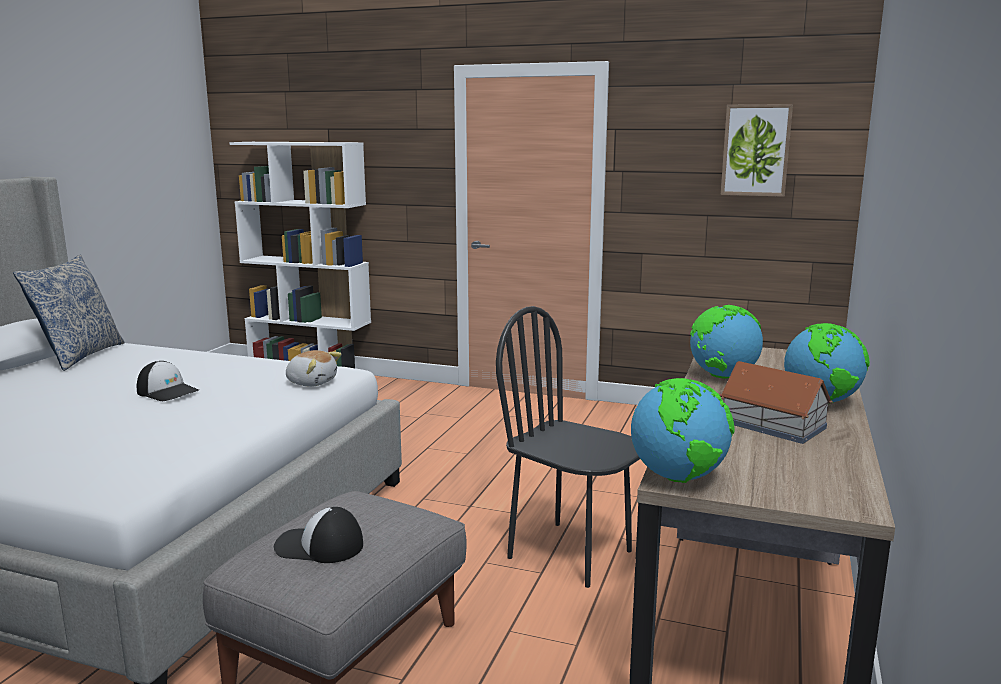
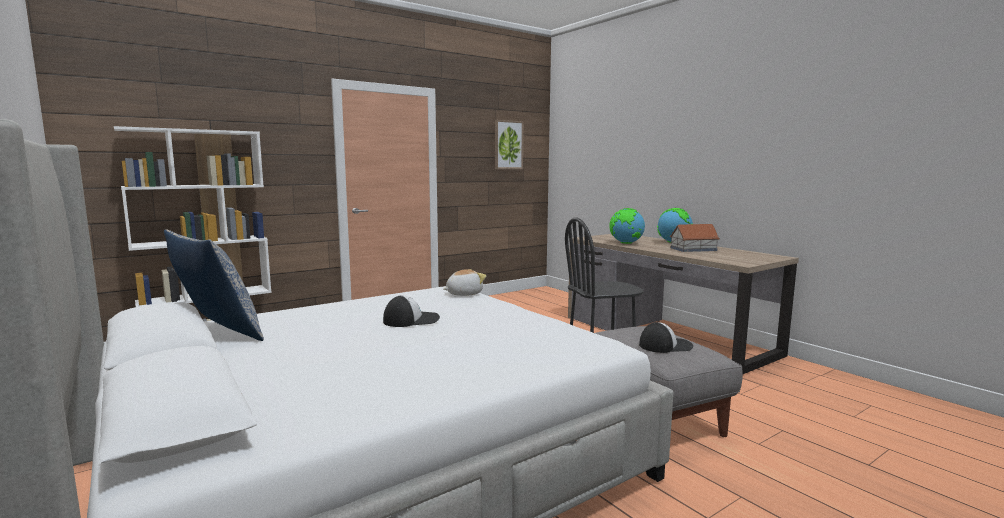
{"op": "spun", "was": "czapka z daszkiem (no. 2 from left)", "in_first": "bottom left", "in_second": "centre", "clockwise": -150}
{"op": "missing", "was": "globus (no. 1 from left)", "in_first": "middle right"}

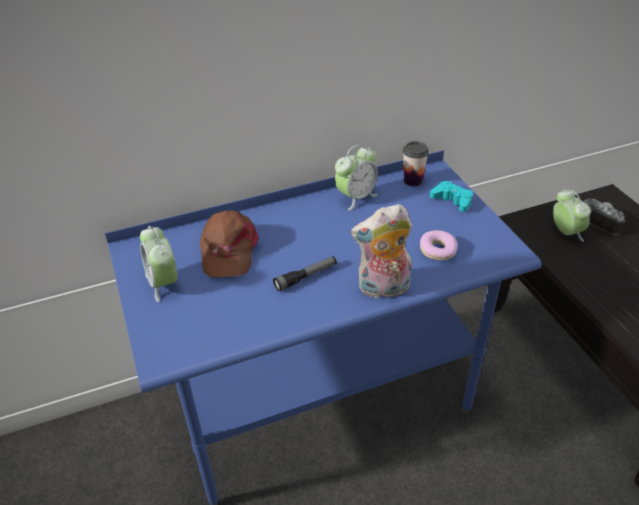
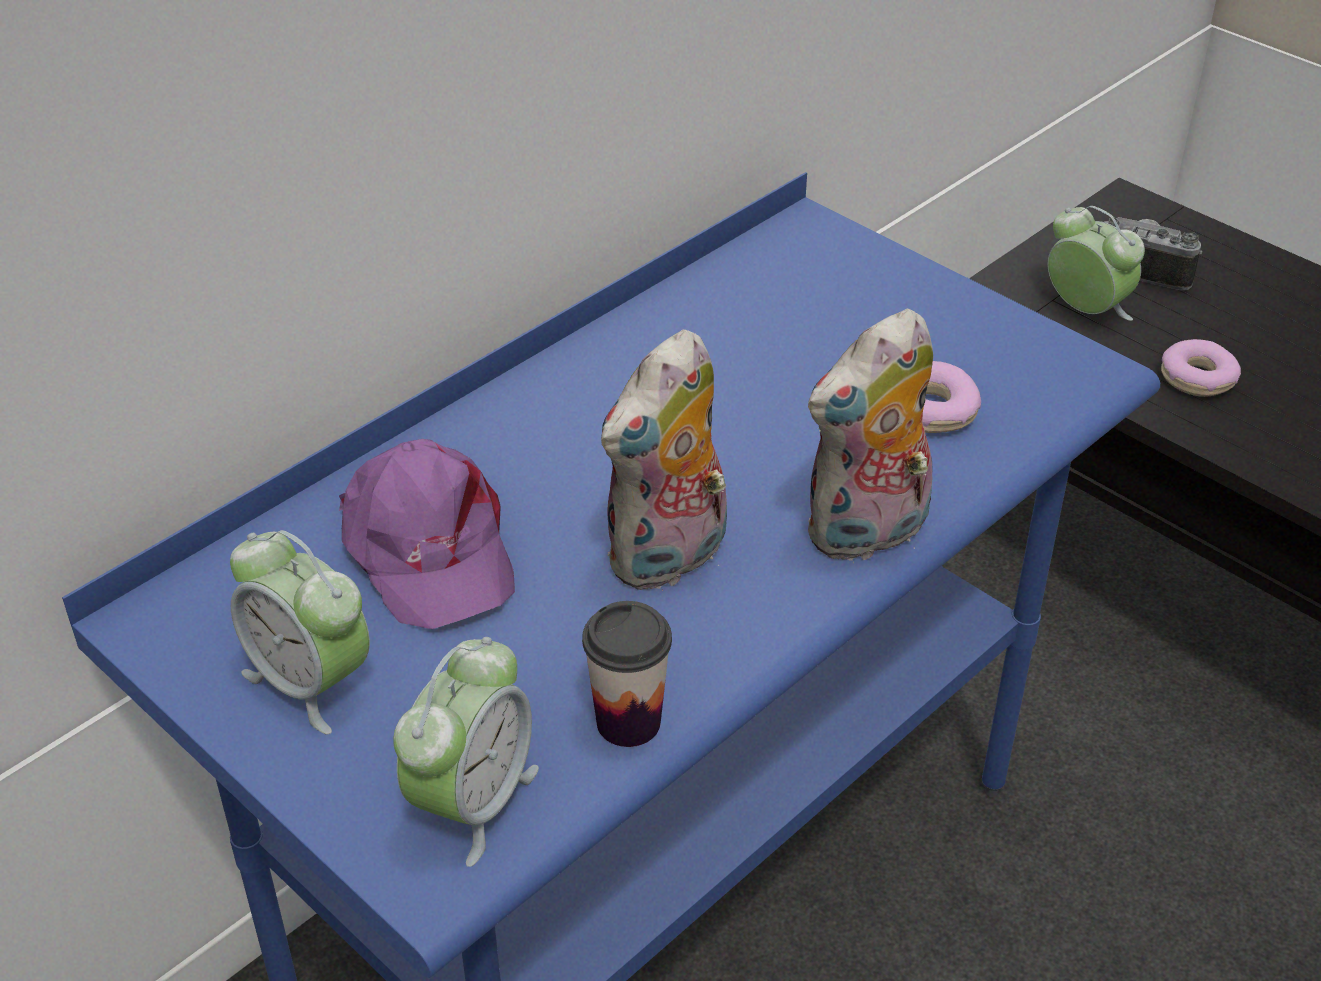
{"op": "colour", "was": "czapka z daszkiem [brązowy]", "now": "czapka z daszkiem [fioletowy]", "in_first": "centre", "in_second": "middle left"}
{"op": "exchanged", "was": "latarka", "now": "pluszak (no. 1 from left)", "in_first": "centre", "in_second": "centre"}
{"op": "relocated", "was": "budzik (no. 2 from left)", "in_first": "centre", "in_second": "bottom centre"}
{"op": "relocated", "was": "filiżanka", "in_first": "top centre", "in_second": "bottom centre"}
{"op": "missing", "was": "pad do gier [turkusowy]", "in_first": "middle right"}
{"op": "appeared", "now": "donut (no. 2 from left)", "in_second": "middle right"}

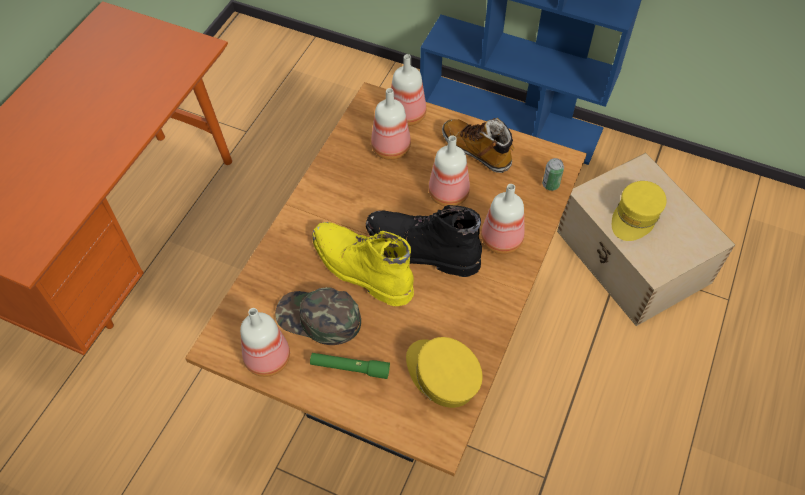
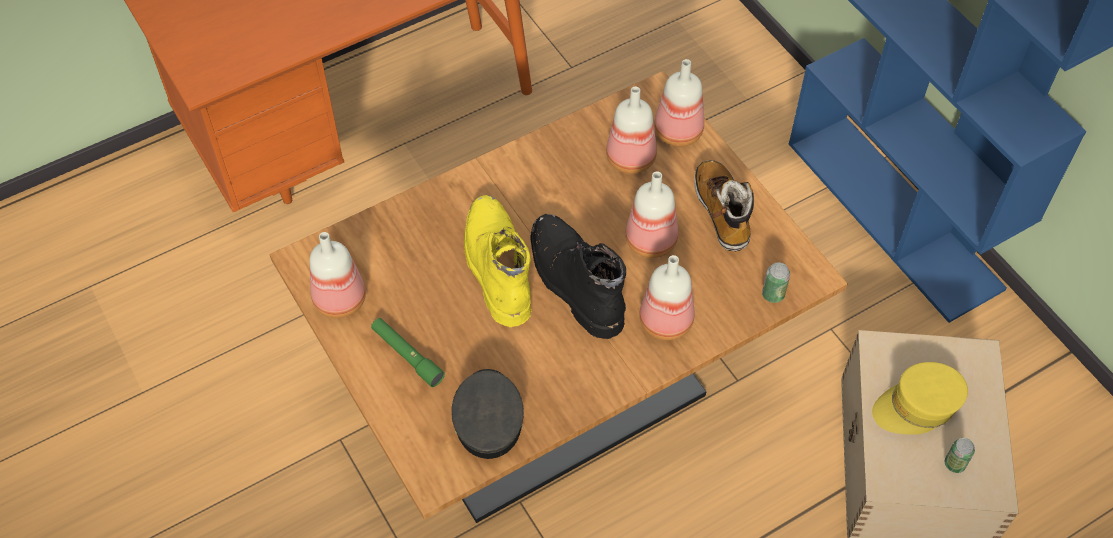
{"op": "missing", "was": "czapka z daszkiem [zielony]", "in_first": "centre"}
{"op": "colour", "was": "czapka z daszkiem [żółty] (no. 1 from left)", "now": "czapka z daszkiem [szary]", "in_first": "bottom centre", "in_second": "bottom centre"}
{"op": "appeared", "now": "puszka (no. 2 from left)", "in_second": "bottom right"}

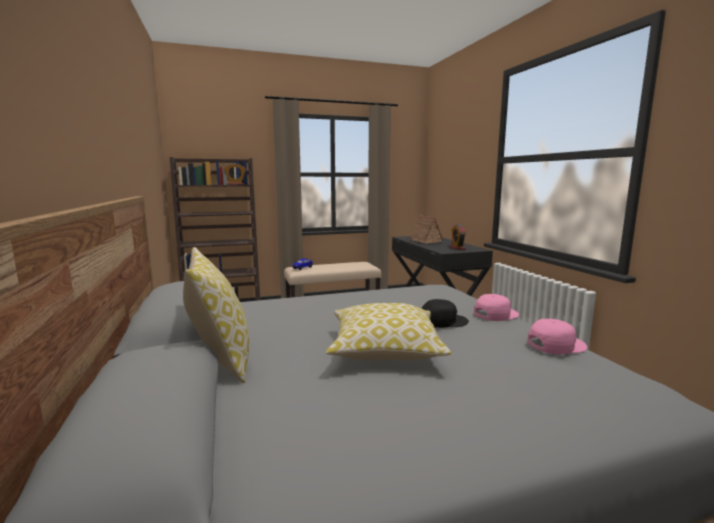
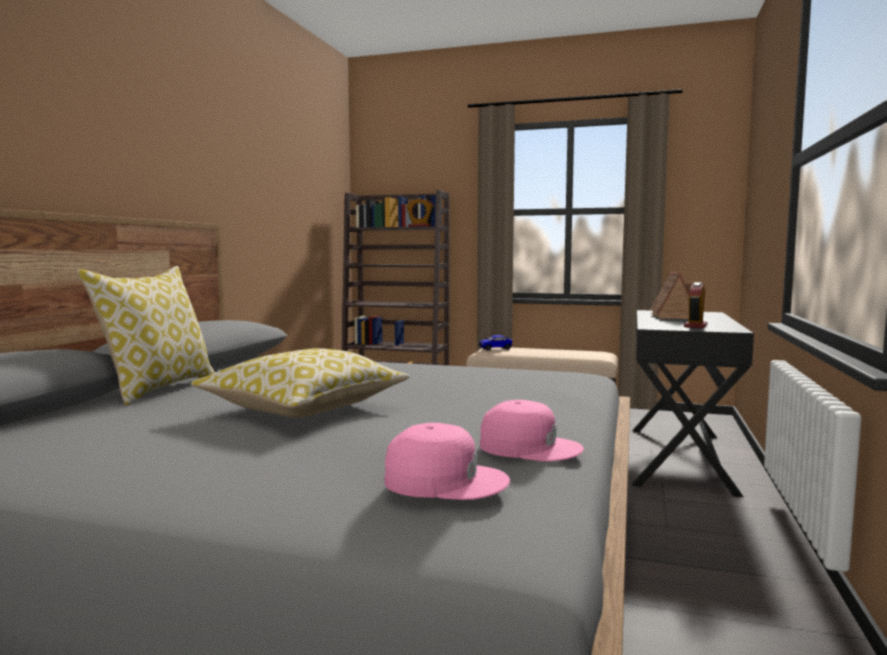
{"op": "missing", "was": "czapka z daszkiem [czarny]", "in_first": "centre"}
{"op": "relocated", "was": "czapka z daszkiem [różowy] (no. 1 from left)", "in_first": "middle right", "in_second": "bottom centre"}

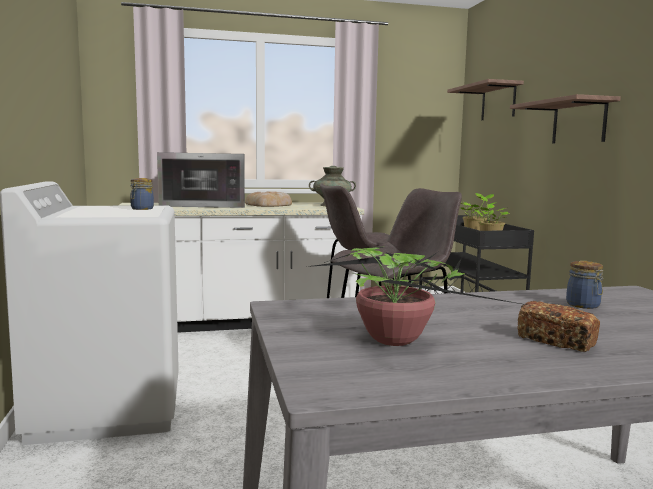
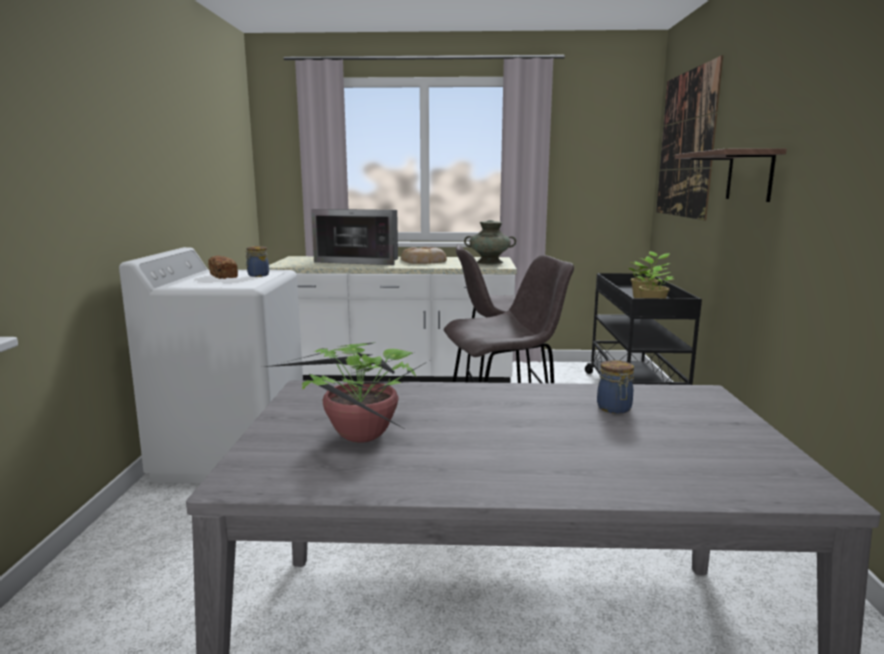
{"op": "exchanged", "was": "półka (no. 1 from left)", "now": "obraz", "in_first": "top right", "in_second": "top right"}
{"op": "relocated", "was": "chleb (no. 2 from left in the first image)", "now": "chleb (no. 1 from left)", "in_first": "bottom right", "in_second": "middle left"}

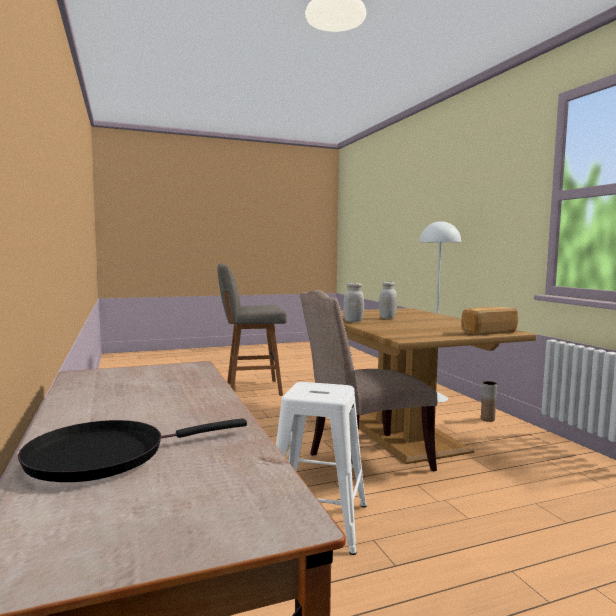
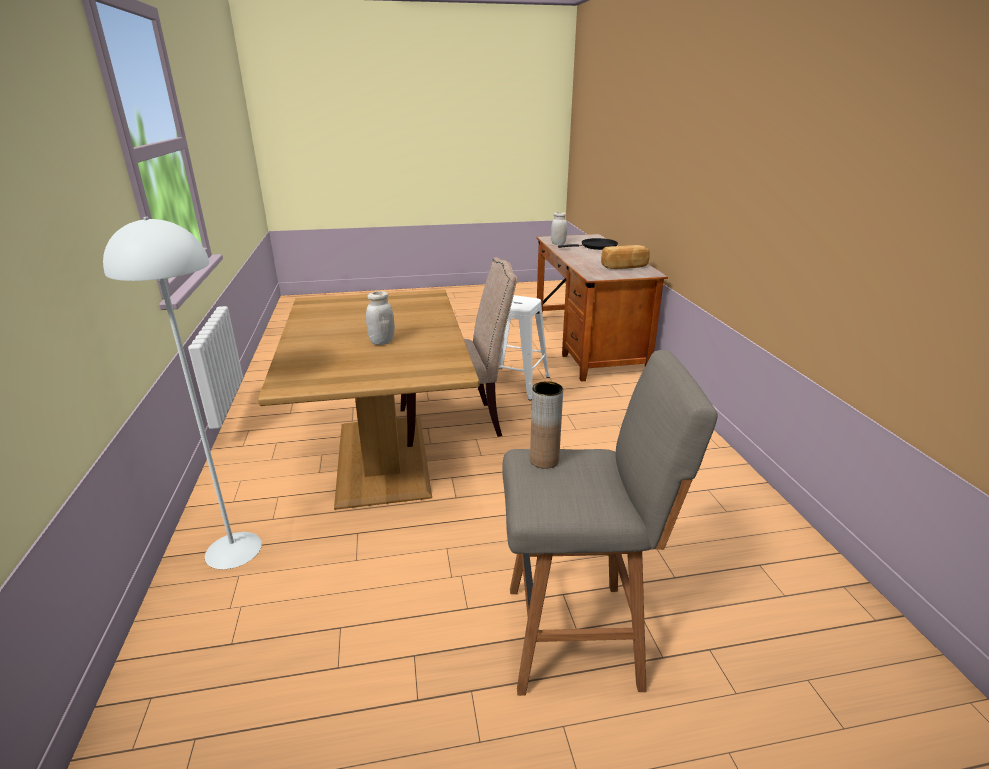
{"op": "relocated", "was": "słoik [biały] (no. 1 from left in the first image)", "now": "słoik [biały] (no. 2 from left)", "in_first": "centre", "in_second": "top centre"}
{"op": "relocated", "was": "chleb", "in_first": "middle right", "in_second": "centre"}
{"op": "relocated", "was": "wazon [brązowy]", "in_first": "middle right", "in_second": "centre"}

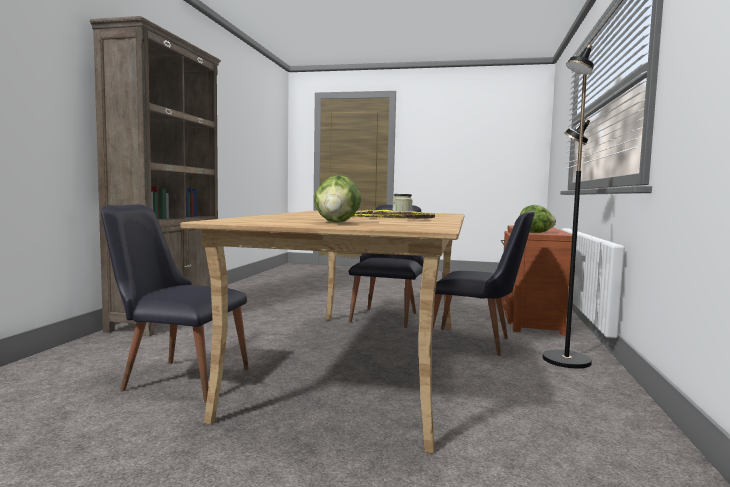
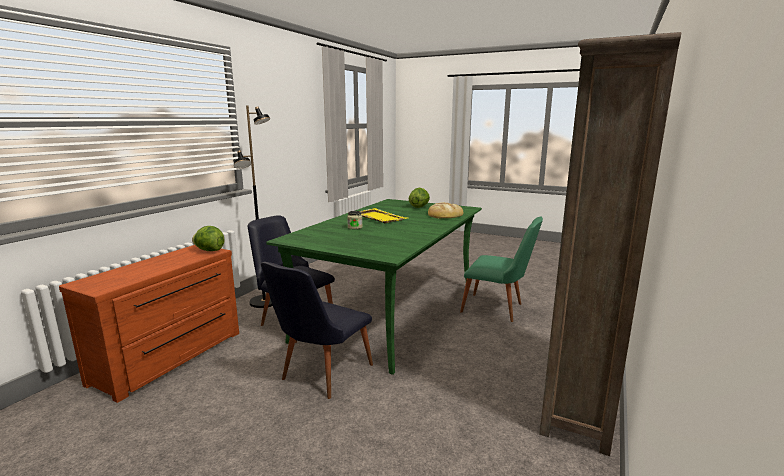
{"op": "colour", "was": "krzesło [czarny] (no. 1 from left)", "now": "krzesło [zielony]", "in_first": "middle left", "in_second": "centre"}
{"op": "colour", "was": "stół jadalny [beżowy]", "now": "stół jadalny [zielony]", "in_first": "bottom centre", "in_second": "centre"}
{"op": "appeared", "now": "chleb", "in_second": "centre"}

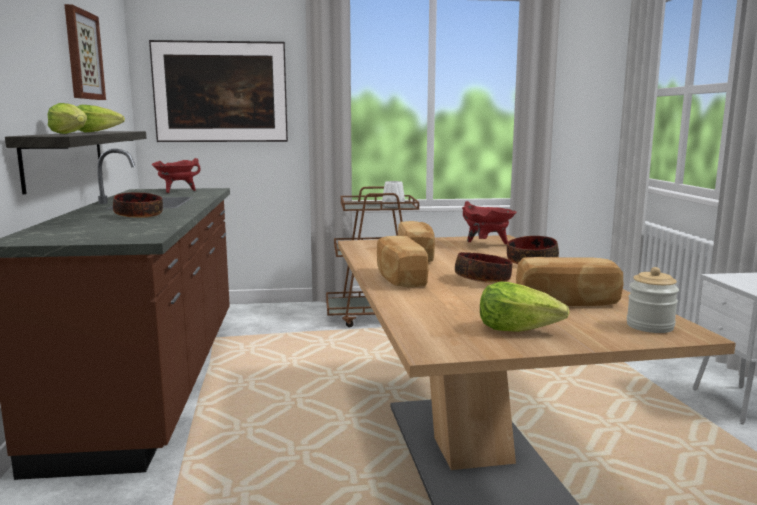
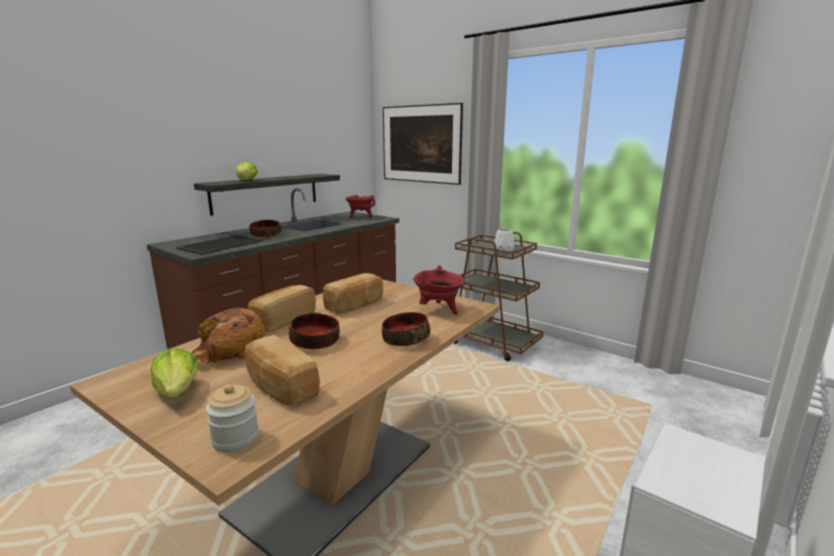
{"op": "missing", "was": "obraz (no. 1 from left)", "in_first": "top left"}
{"op": "missing", "was": "sałata (no. 2 from left)", "in_first": "top left"}
{"op": "appeared", "now": "taca", "in_second": "middle left"}
{"op": "appeared", "now": "chleb (no. 1 from left)", "in_second": "middle left"}

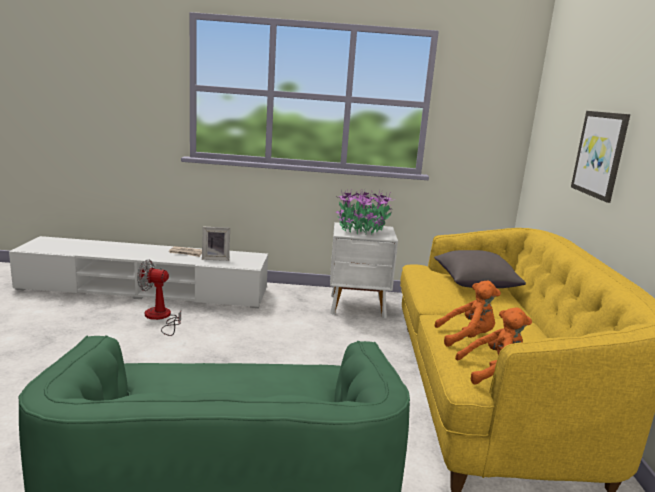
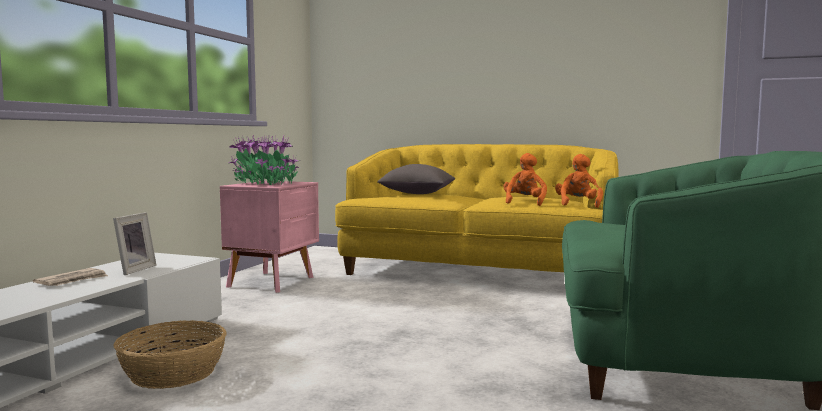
{"op": "exchanged", "was": "wentylator", "now": "koszyk", "in_first": "middle left", "in_second": "bottom left"}
{"op": "colour", "was": "szafka nocna [biały]", "now": "szafka nocna [różowy]", "in_first": "centre", "in_second": "middle left"}
{"op": "missing", "was": "obraz", "in_first": "top right"}

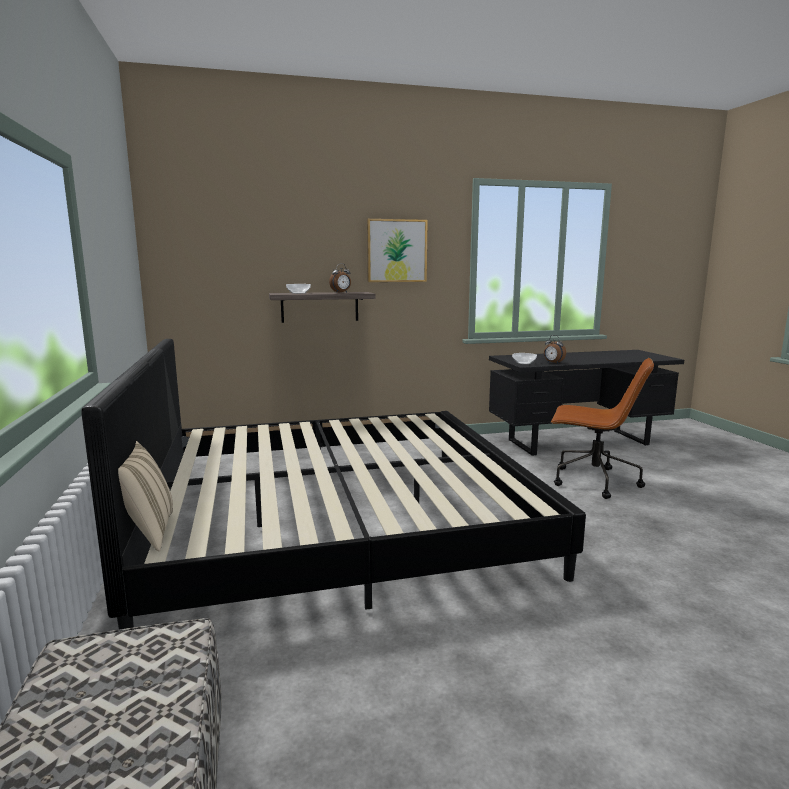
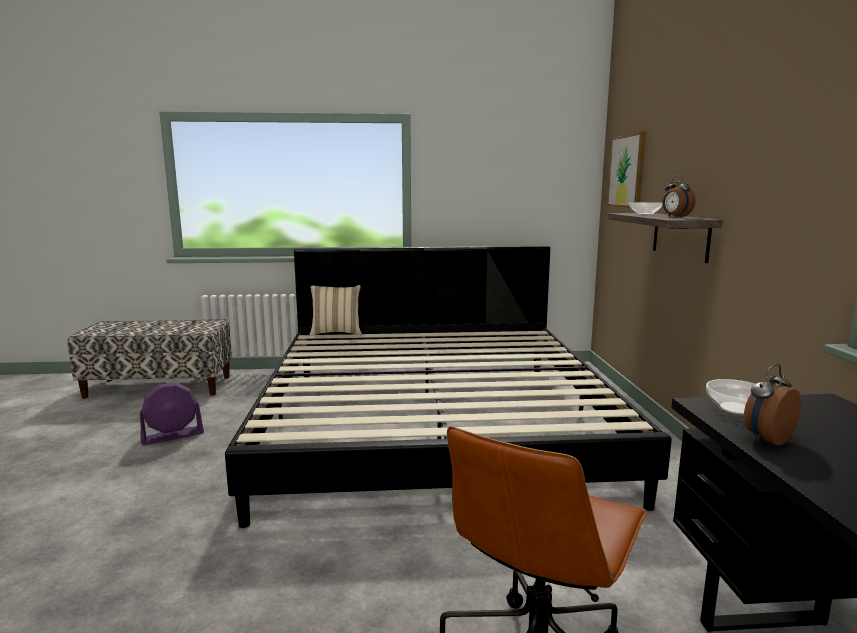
{"op": "relocated", "was": "obraz", "in_first": "top centre", "in_second": "top right"}
{"op": "appeared", "now": "wentylator [fioletowy]", "in_second": "middle left"}

